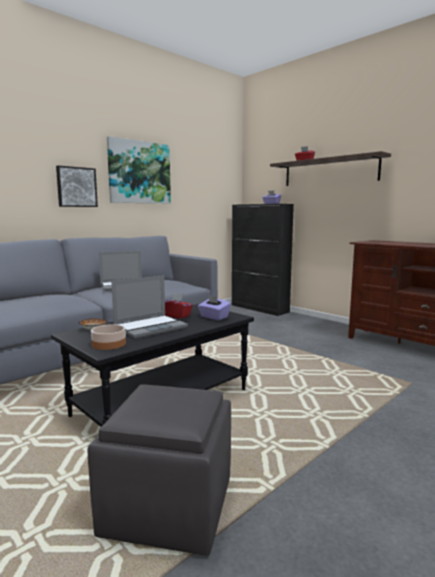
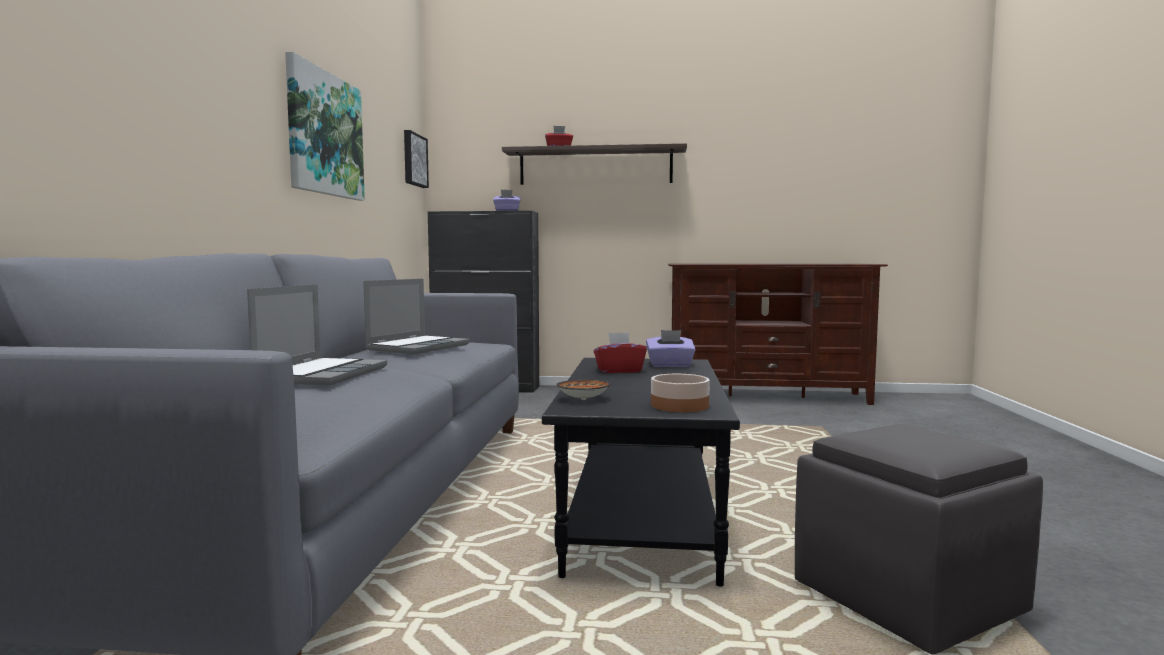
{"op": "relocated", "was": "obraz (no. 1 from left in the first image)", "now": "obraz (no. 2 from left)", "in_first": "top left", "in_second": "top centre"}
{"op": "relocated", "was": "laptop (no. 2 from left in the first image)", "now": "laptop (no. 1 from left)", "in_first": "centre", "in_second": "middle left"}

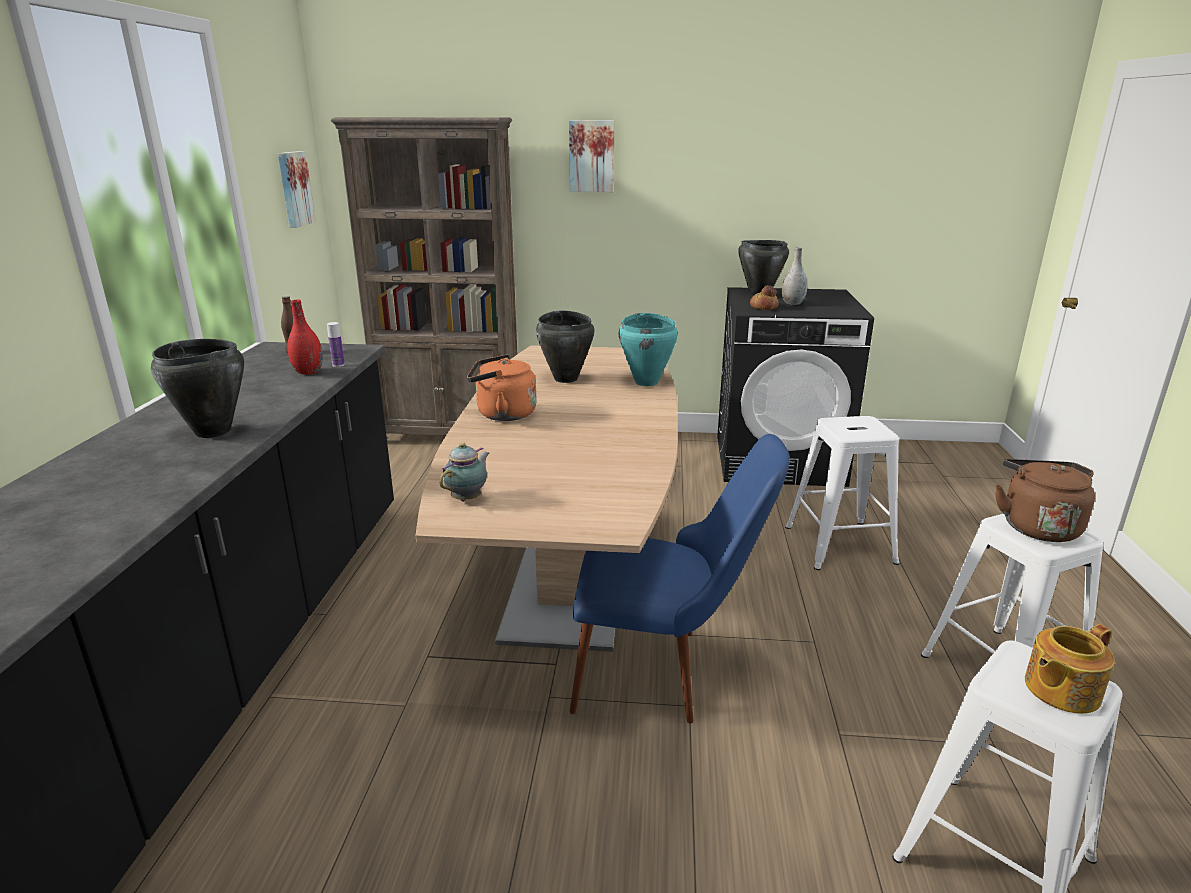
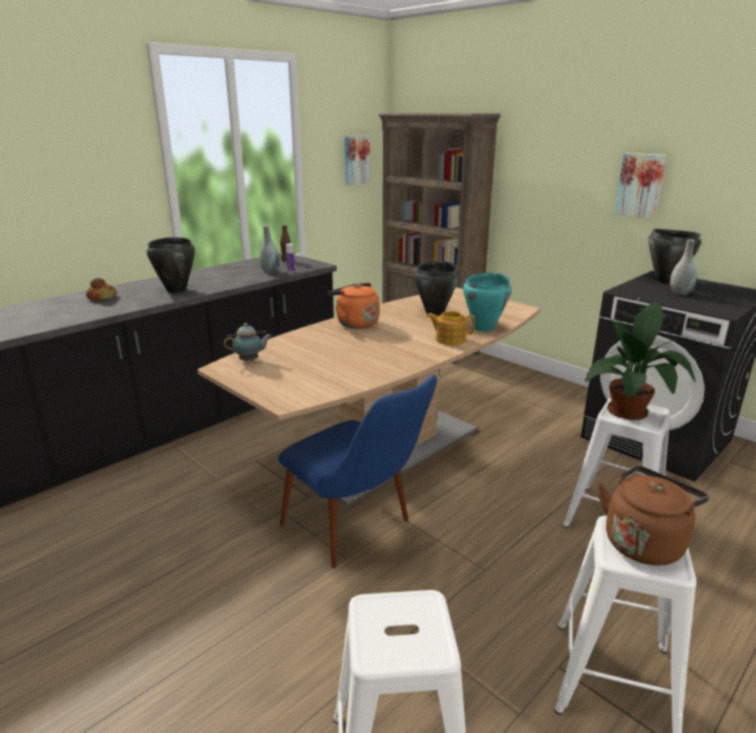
{"op": "colour", "was": "wazon [czerwony]", "now": "wazon [szary] (no. 1 from left)", "in_first": "middle left", "in_second": "centre"}
{"op": "relocated", "was": "obraz (no. 2 from left)", "in_first": "top centre", "in_second": "top right"}
{"op": "relocated", "was": "chleb", "in_first": "top centre", "in_second": "middle left"}
{"op": "relocated", "was": "imbryk (no. 2 from left)", "in_first": "bottom right", "in_second": "centre"}
{"op": "appeared", "now": "roślina doniczkowa", "in_second": "middle right"}

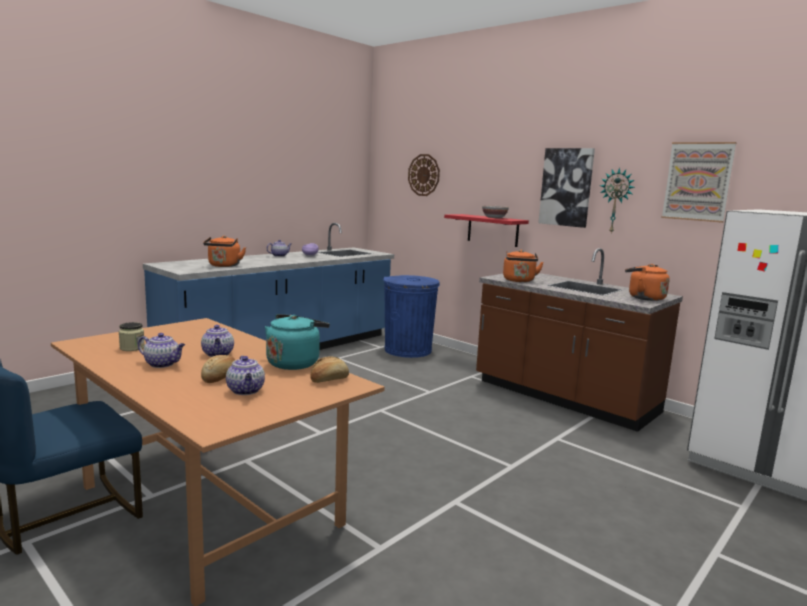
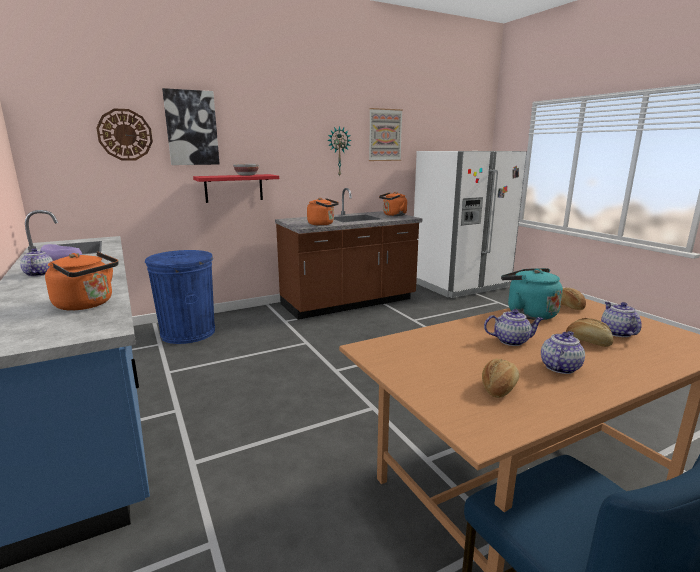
{"op": "exchanged", "was": "słoik", "now": "chleb (no. 1 from left)", "in_first": "middle left", "in_second": "middle right"}
{"op": "spun", "was": "imbryk (no. 3 from left in the first image)", "in_first": "middle left", "in_second": "middle right", "clockwise": -90}
{"op": "relocated", "was": "obraz (no. 1 from left)", "in_first": "top right", "in_second": "top left"}

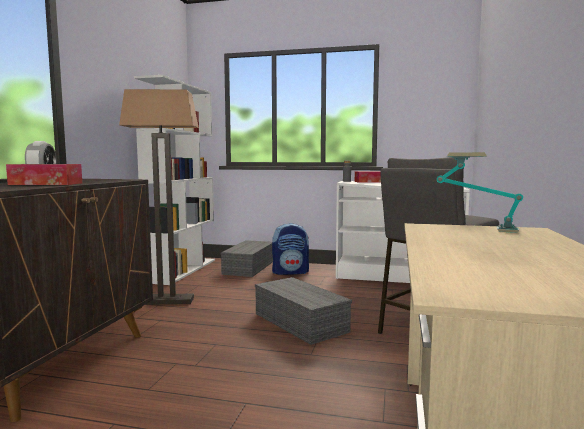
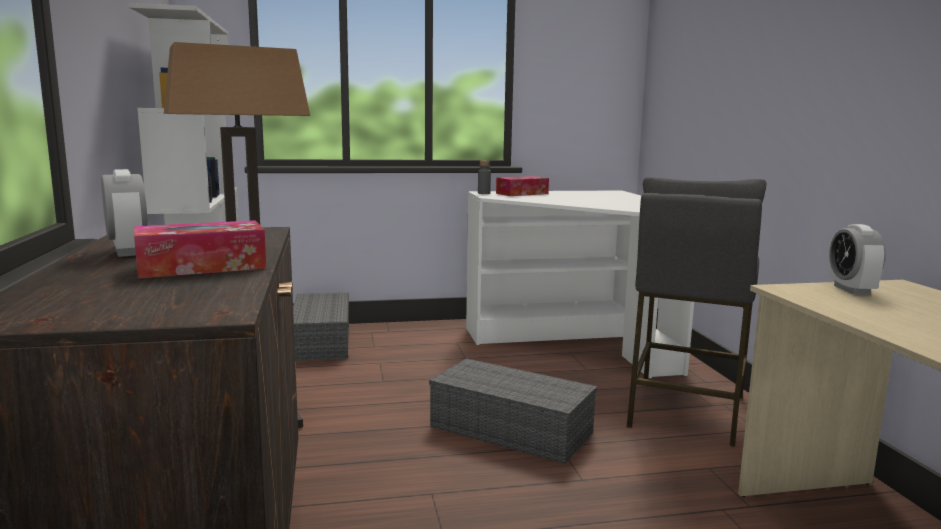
{"op": "missing", "was": "plecak", "in_first": "centre"}
{"op": "exchanged", "was": "lampa stołowa", "now": "budzik (no. 2 from left)", "in_first": "middle right", "in_second": "middle right"}

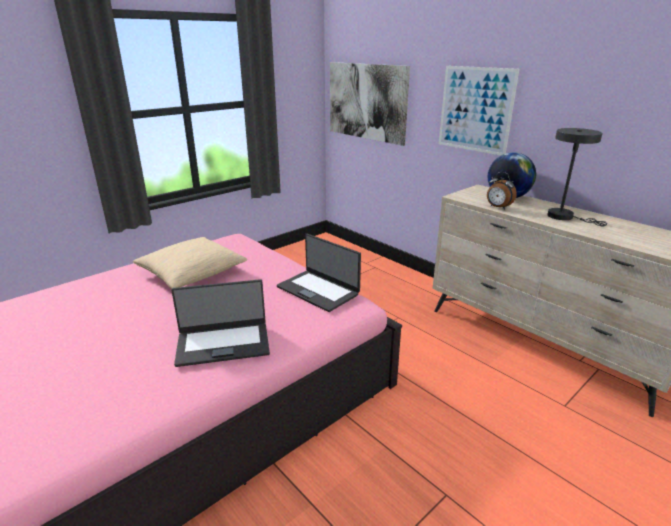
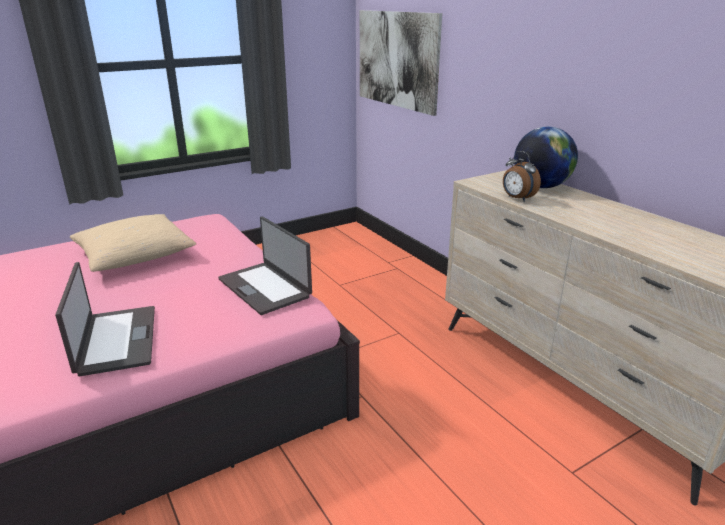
{"op": "spun", "was": "laptop (no. 1 from left)", "in_first": "middle left", "in_second": "middle left", "clockwise": -105}
{"op": "missing", "was": "obraz (no. 2 from left)", "in_first": "top right"}
{"op": "missing", "was": "lampa stołowa [szary]", "in_first": "middle right"}

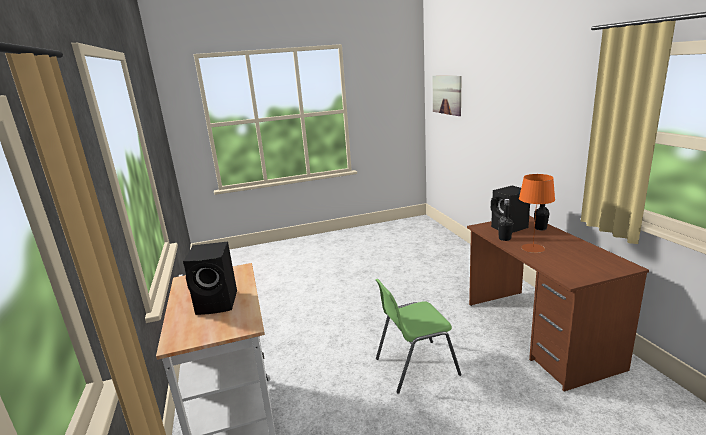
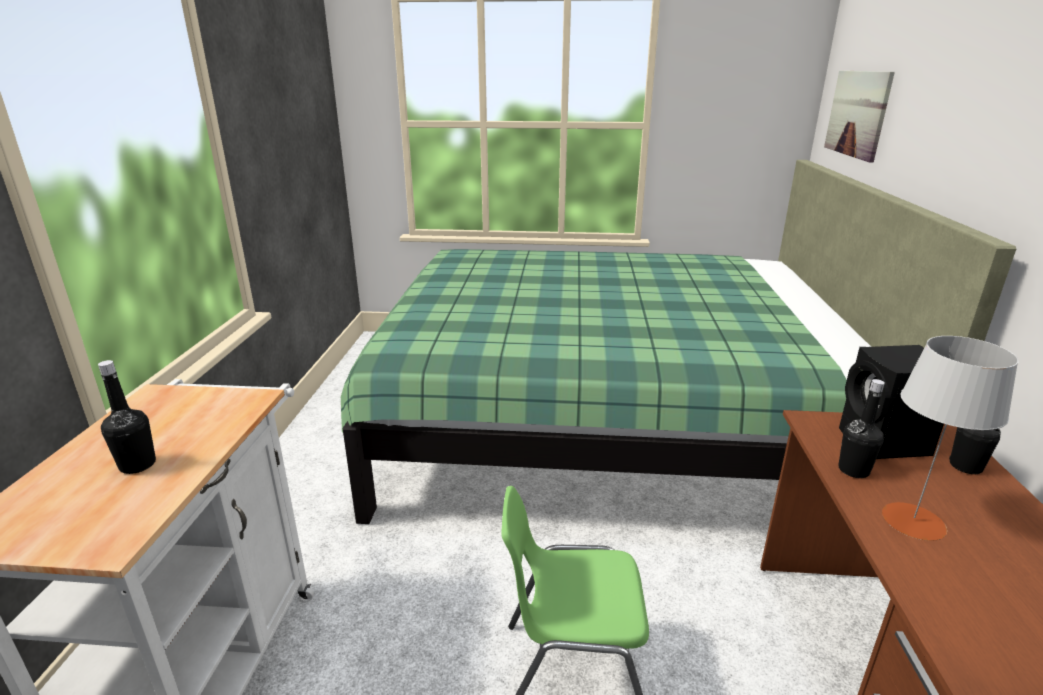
{"op": "exchanged", "was": "głośnik [czarny] (no. 1 from left)", "now": "butelka [czarny] (no. 1 from left)", "in_first": "middle left", "in_second": "middle left"}
{"op": "colour", "was": "lampa stołowa [pomarańczowy]", "now": "lampa stołowa [szary]", "in_first": "middle right", "in_second": "middle right"}
{"op": "appeared", "now": "łóżko [zielony]", "in_second": "centre"}

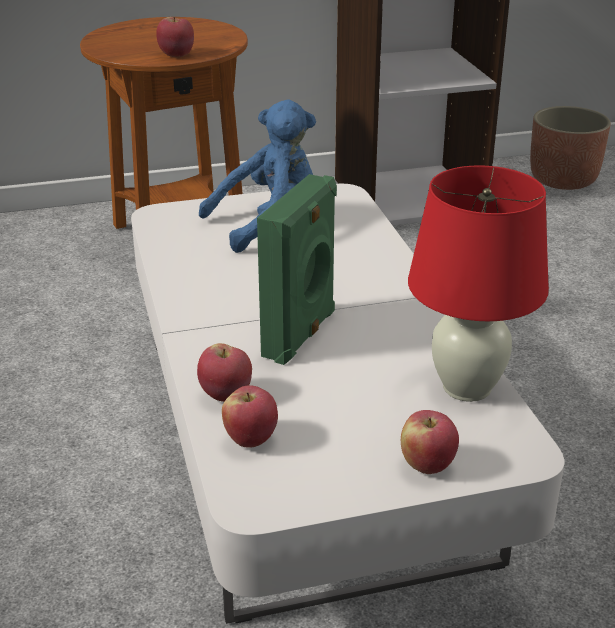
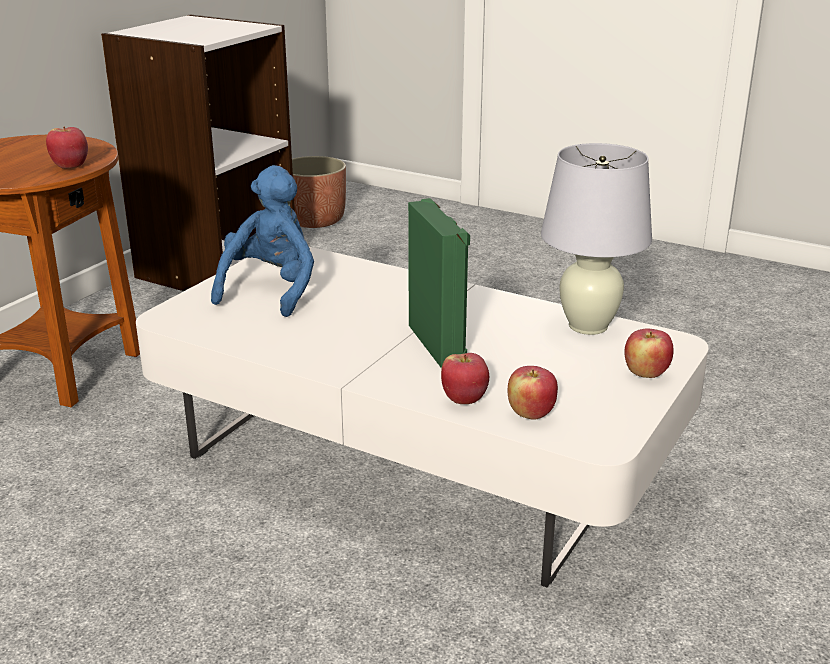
{"op": "colour", "was": "lampa stołowa [czerwony]", "now": "lampa stołowa [biały]", "in_first": "middle right", "in_second": "middle right"}

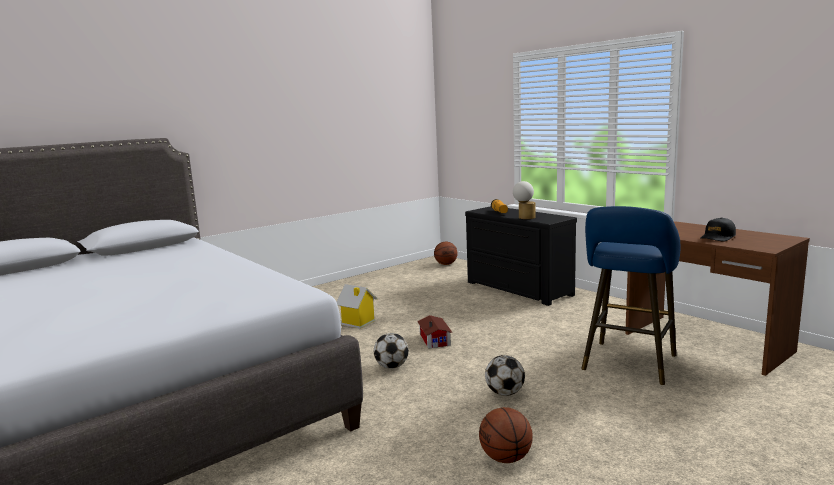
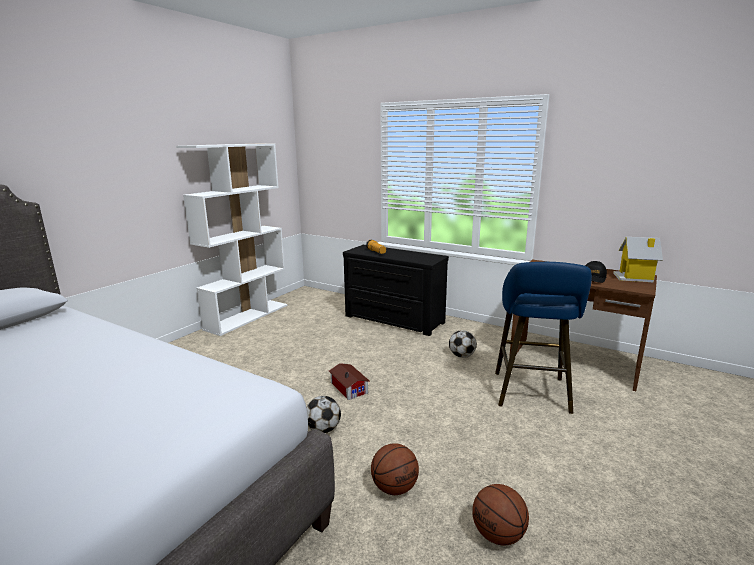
{"op": "relocated", "was": "domek (no. 1 from left in the first image)", "now": "domek (no. 2 from left)", "in_first": "centre", "in_second": "middle right"}
{"op": "relocated", "was": "piłka do koszykówki (no. 1 from left)", "in_first": "centre", "in_second": "bottom centre"}
{"op": "relocated", "was": "piłka futbolowa (no. 2 from left)", "in_first": "bottom centre", "in_second": "centre"}
{"op": "missing", "was": "lampa stołowa", "in_first": "centre"}
{"op": "appeared", "now": "regał [biały]", "in_second": "middle left"}

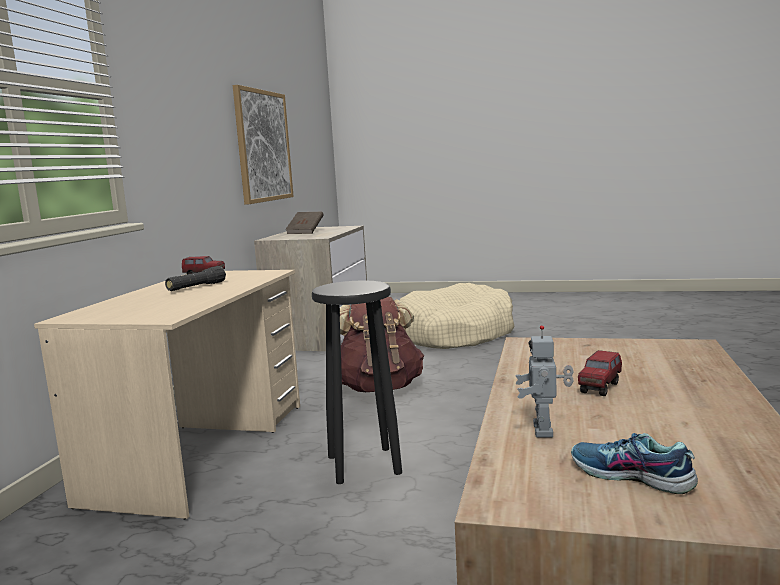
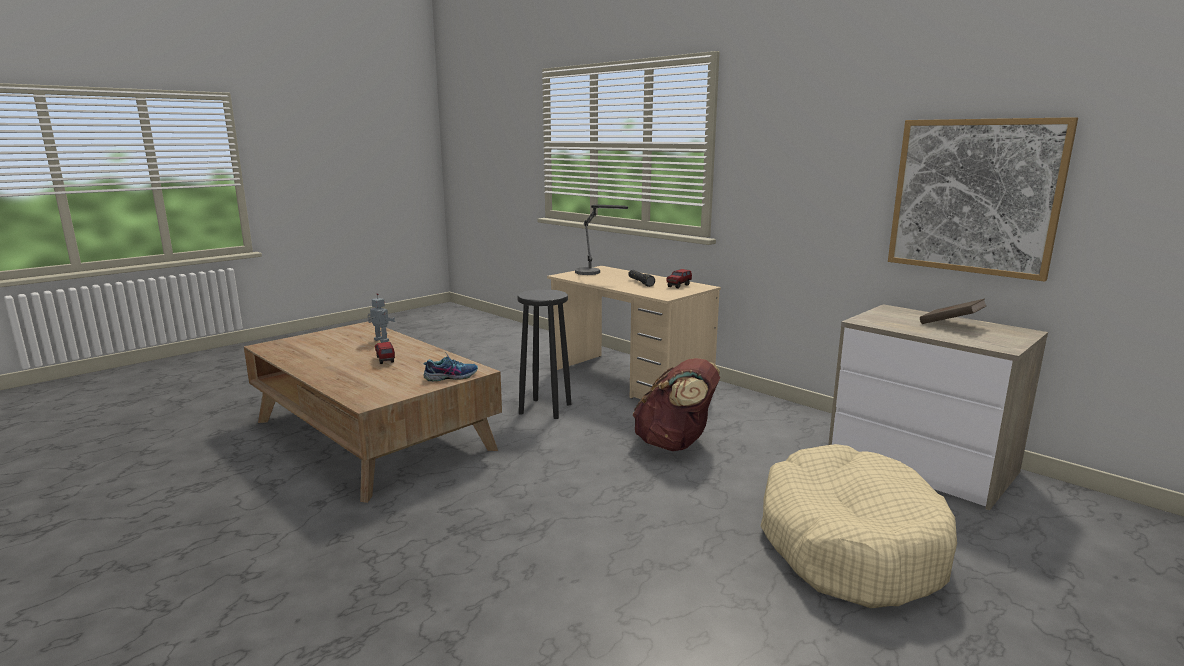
{"op": "relocated", "was": "but", "in_first": "bottom right", "in_second": "centre"}
{"op": "appeared", "now": "lampa stołowa", "in_second": "centre"}

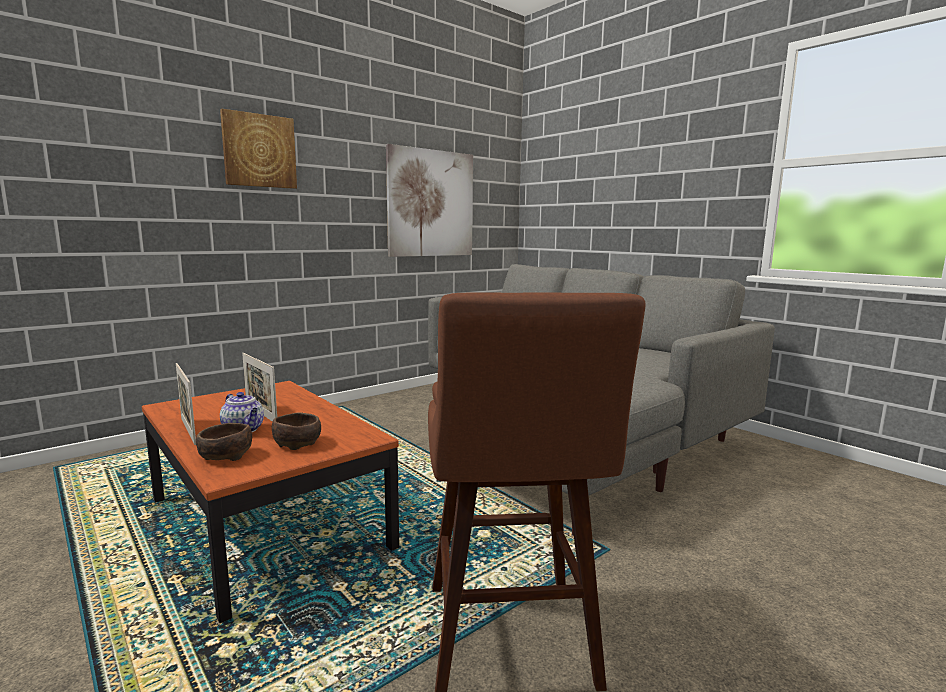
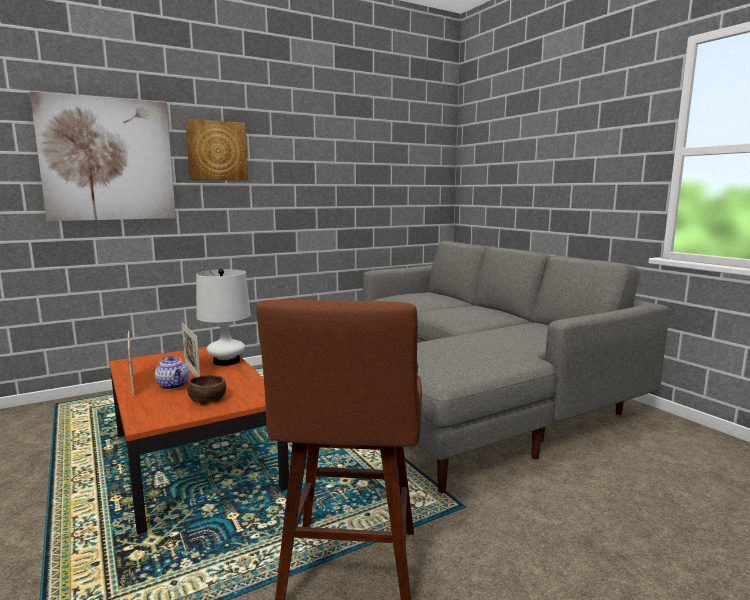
{"op": "missing", "was": "miska [brązowy] (no. 1 from left)", "in_first": "middle left"}
{"op": "relocated", "was": "obraz (no. 2 from left in the first image)", "now": "obraz (no. 1 from left)", "in_first": "top centre", "in_second": "top left"}
{"op": "appeared", "now": "lampa stołowa [biały]", "in_second": "middle left"}

